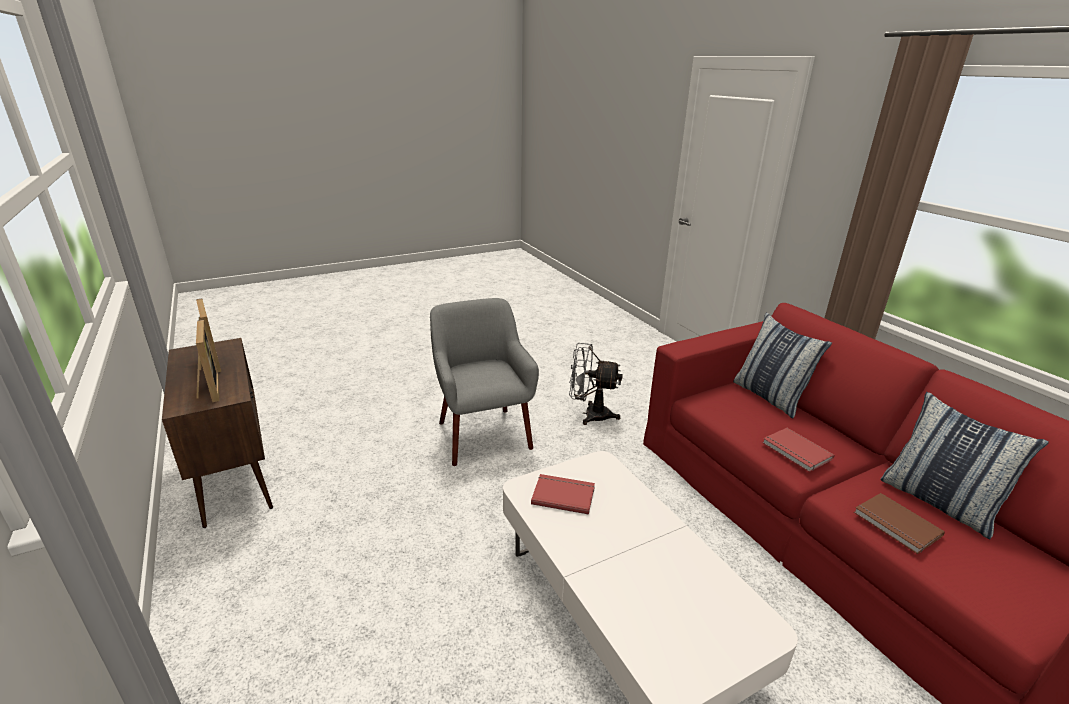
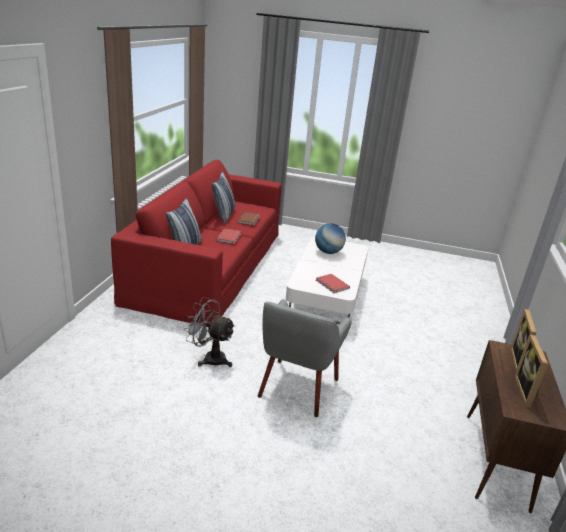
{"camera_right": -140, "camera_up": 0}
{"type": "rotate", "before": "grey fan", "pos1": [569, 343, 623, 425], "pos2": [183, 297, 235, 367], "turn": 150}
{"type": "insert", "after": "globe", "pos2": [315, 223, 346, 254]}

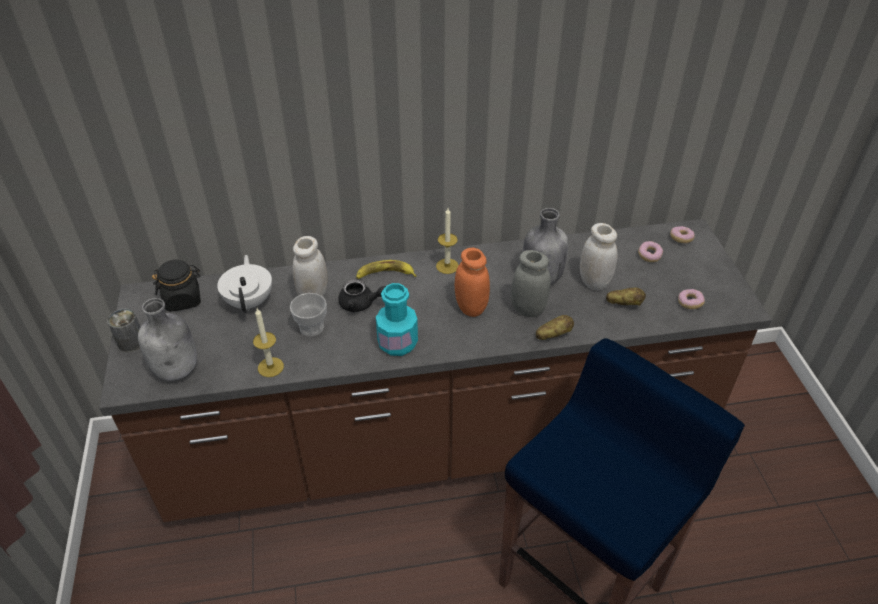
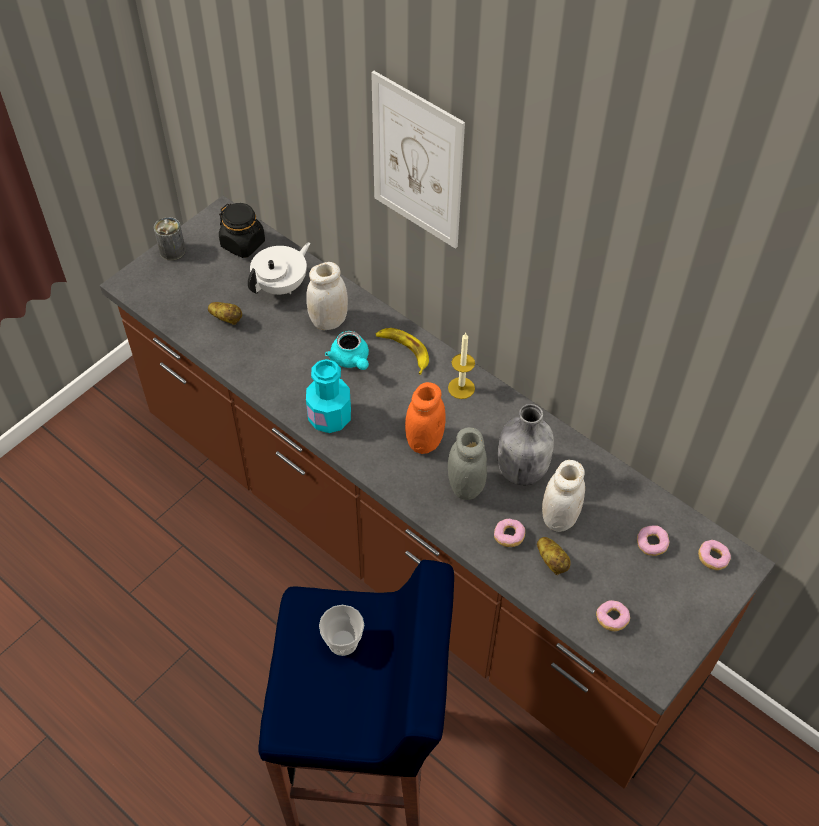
{"camera_right": 50, "camera_up": 10}
{"type": "move", "before": "potato", "pos1": [536, 315, 574, 340], "pos2": [208, 302, 242, 325]}
{"type": "move", "before": "cup", "pos1": [290, 293, 327, 336], "pos2": [319, 605, 365, 656]}
{"type": "recolor", "before": "black teapot", "after": "turquoise teapot", "pos1": [338, 279, 386, 312], "pos2": [325, 331, 369, 370]}
{"type": "insert", "after": "picture", "pos2": [371, 71, 465, 249]}
{"type": "insert", "after": "donut", "pos2": [494, 519, 525, 547]}
{"type": "delete", "before": "grey bottle", "pos1": [138, 298, 197, 381]}
{"type": "delete", "before": "candle", "pos1": [253, 308, 284, 377]}

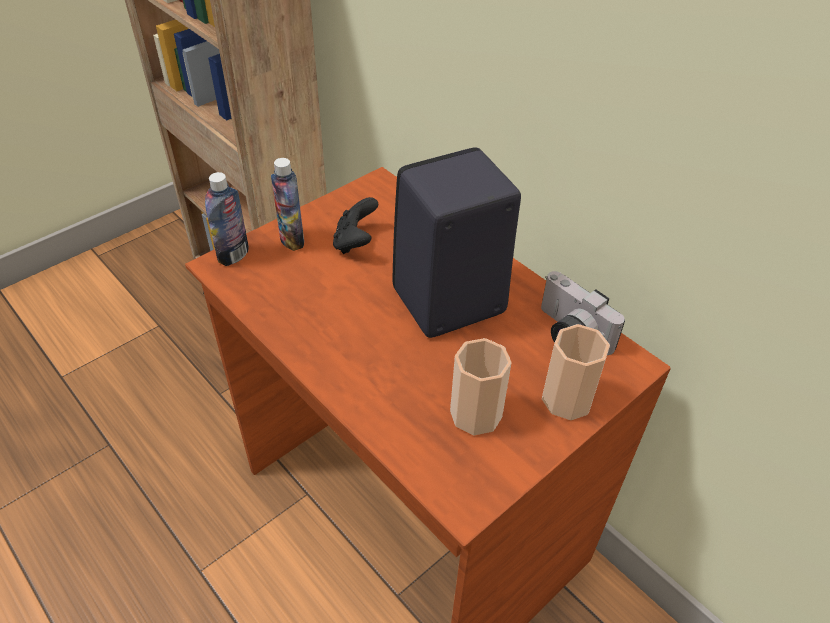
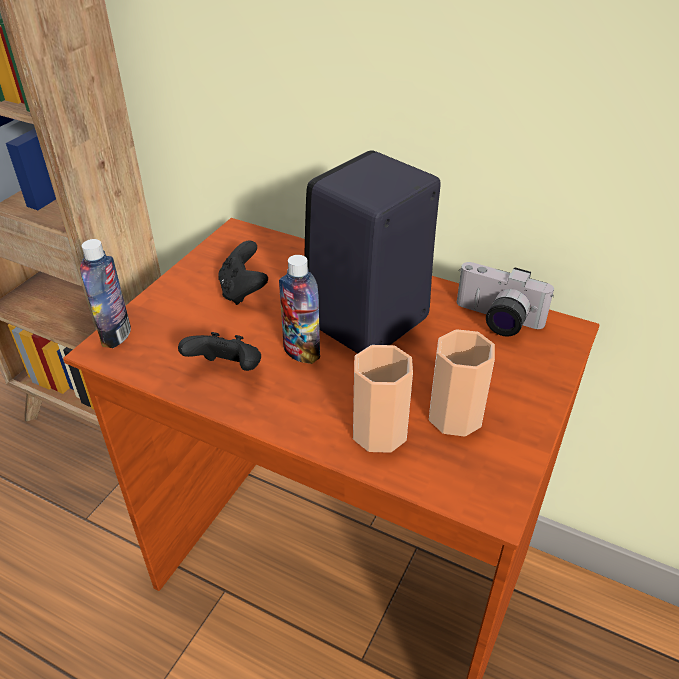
{"camera_right": -20, "camera_up": -5}
{"type": "insert", "after": "black game controller", "pos2": [178, 332, 261, 371]}
{"type": "move", "before": "bottle", "pos1": [271, 158, 304, 251], "pos2": [279, 255, 320, 364]}
{"type": "move", "before": "cup", "pos1": [542, 324, 610, 420], "pos2": [353, 345, 413, 453]}

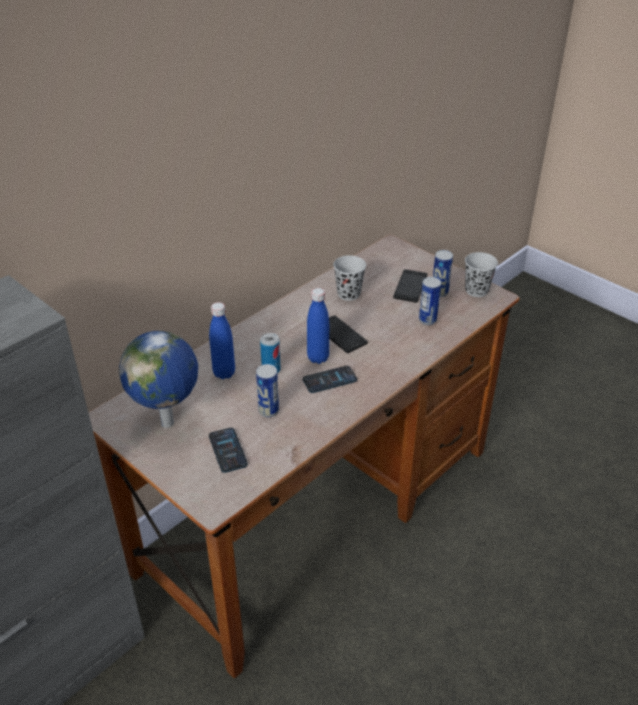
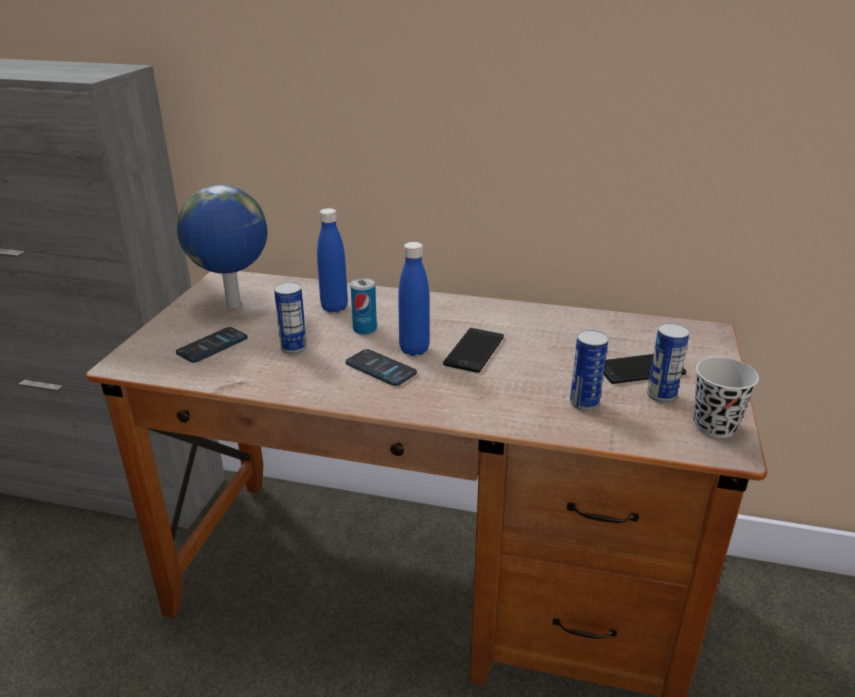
{"camera_right": 60, "camera_up": -10}
{"type": "delete", "before": "black cup", "pos1": [333, 255, 366, 301]}

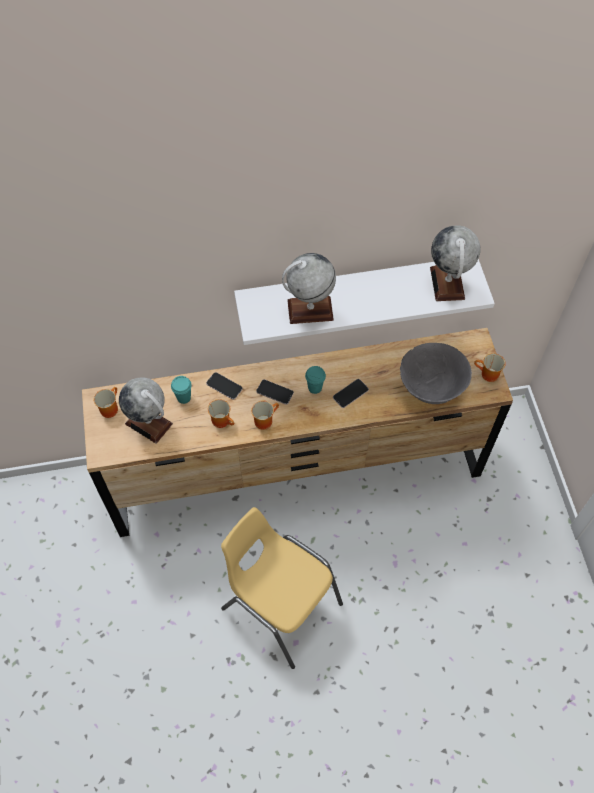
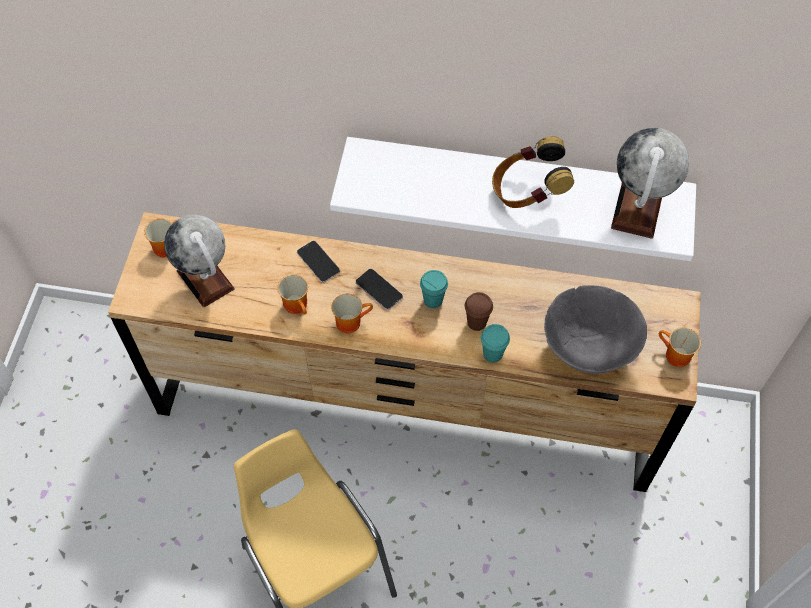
{"camera_right": 20, "camera_up": 0}
{"type": "replace", "before": "phone", "after": "brown cup", "pos1": [333, 379, 369, 408], "pos2": [465, 292, 493, 331]}
{"type": "move", "before": "turquoise cup", "pos1": [171, 376, 192, 404], "pos2": [481, 324, 510, 363]}
{"type": "insert", "after": "headphones", "pos2": [492, 136, 574, 208]}
{"type": "delete", "before": "globe", "pos1": [282, 253, 336, 324]}

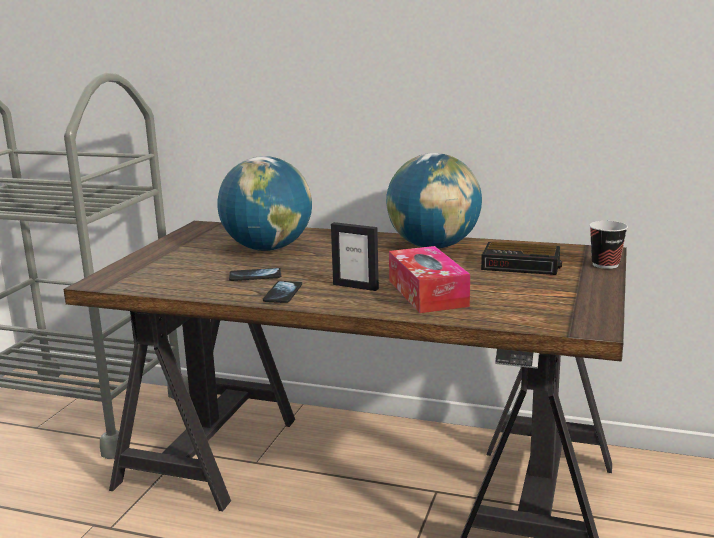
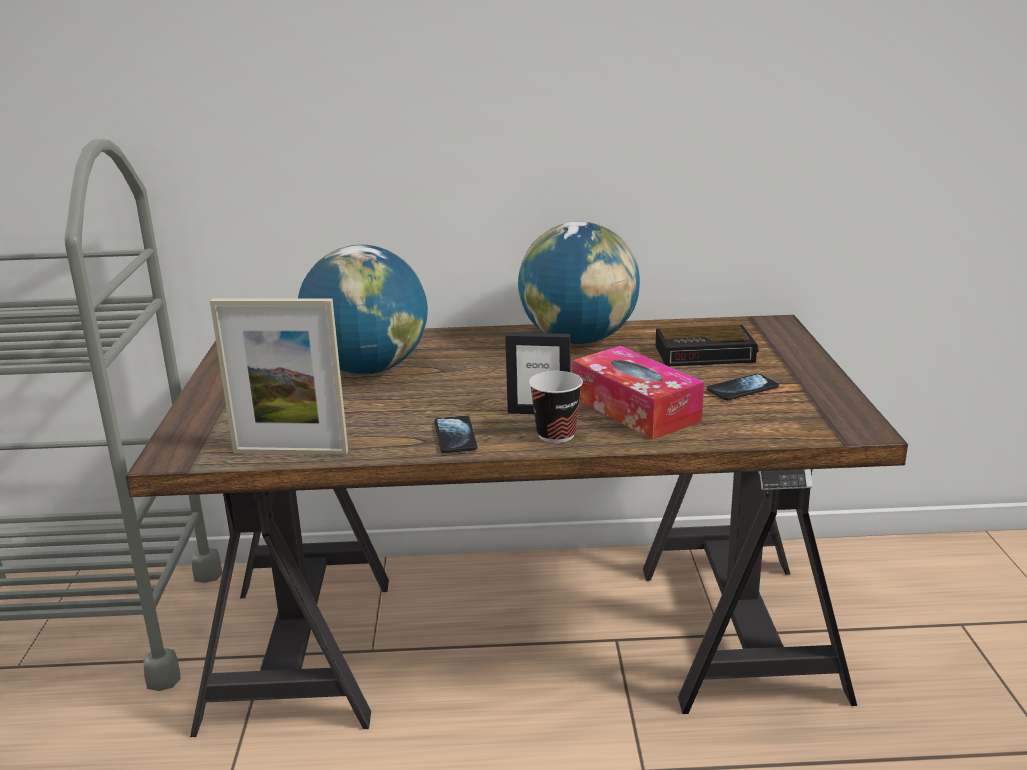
{"camera_right": -20, "camera_up": 5}
{"type": "insert", "after": "picture frame", "pos2": [210, 298, 348, 455]}
{"type": "move", "before": "cup", "pos1": [589, 221, 628, 269], "pos2": [529, 371, 583, 443]}
{"type": "move", "before": "phone", "pos1": [229, 268, 281, 281], "pos2": [707, 374, 779, 400]}

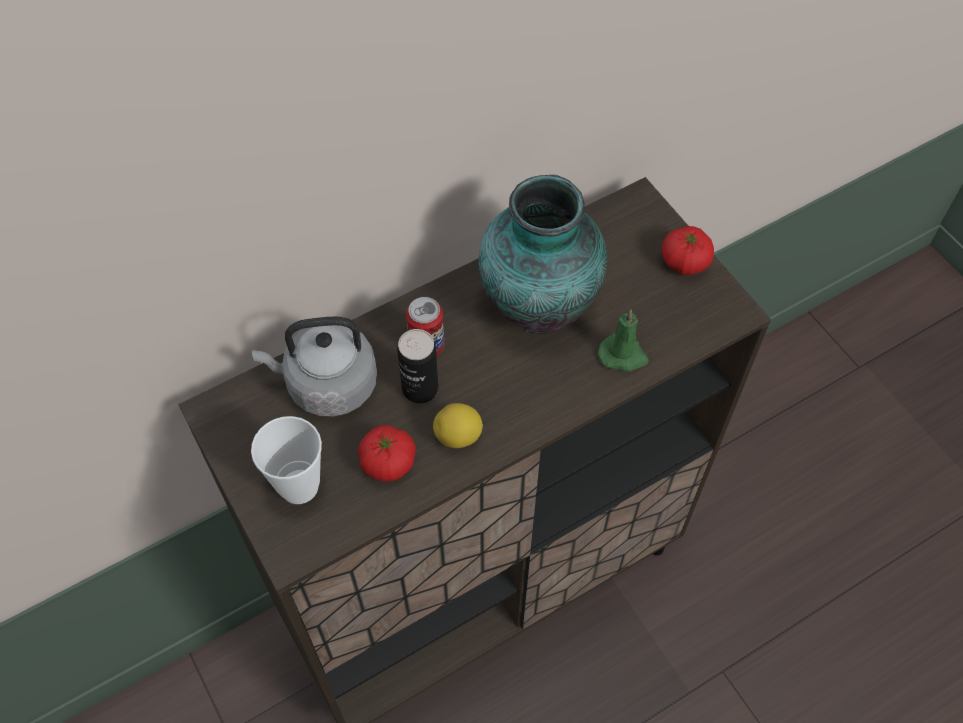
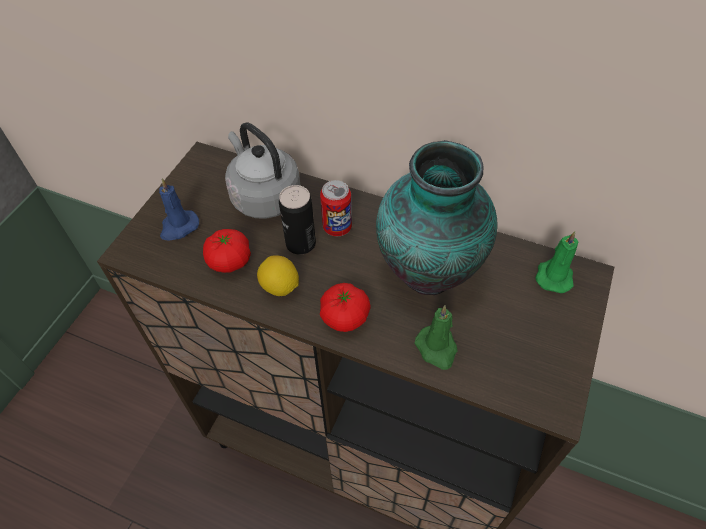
{"camera_right": 55, "camera_up": -5}
{"type": "replace", "before": "cup", "after": "blue candle", "pos1": [251, 416, 322, 504], "pos2": [159, 179, 199, 240]}
{"type": "move", "before": "tomato", "pos1": [662, 226, 714, 275], "pos2": [320, 283, 371, 332]}
{"type": "insert", "after": "green candle", "pos2": [535, 231, 578, 293]}

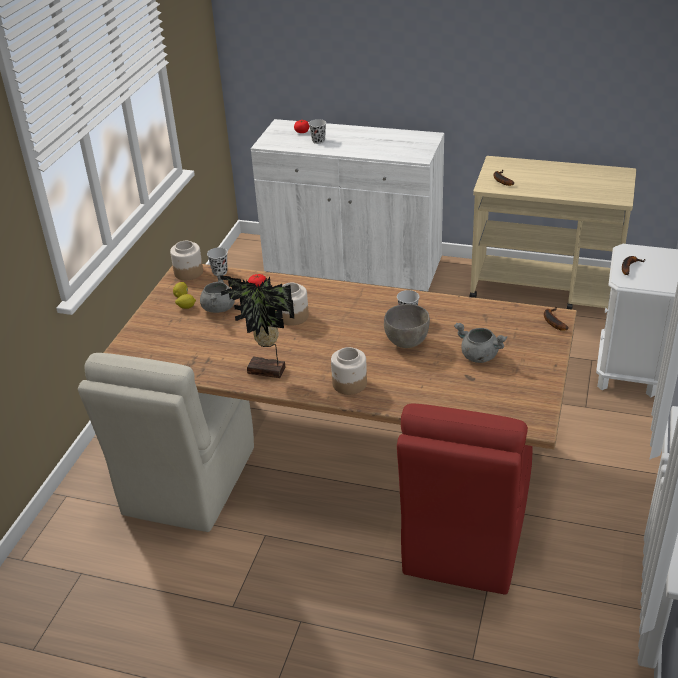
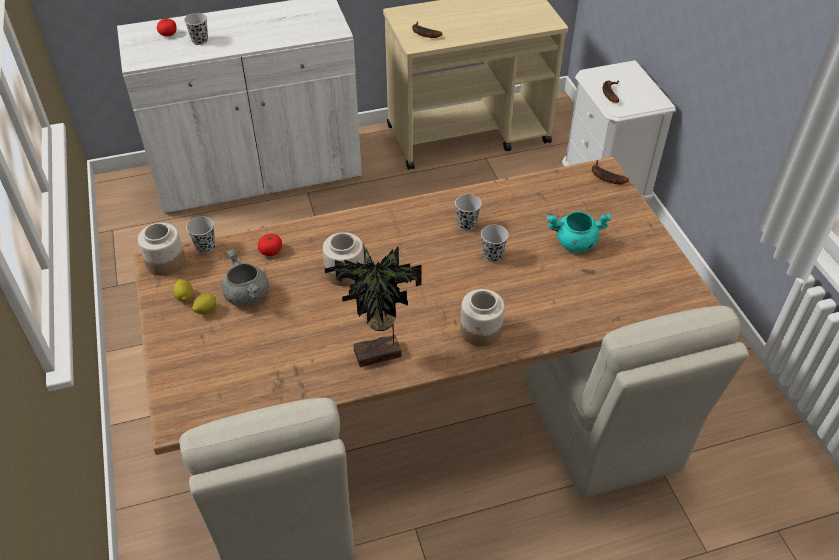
{"camera_right": -35, "camera_up": 10}
{"type": "replace", "before": "grey bowl", "after": "black cup", "pos1": [384, 304, 430, 348], "pos2": [481, 225, 509, 262]}
{"type": "recolor", "before": "red chair", "after": "beige chair", "pos1": [397, 404, 533, 595], "pos2": [526, 306, 749, 498]}
{"type": "recolor", "before": "grey cooking pot", "after": "turquoise cooking pot", "pos1": [454, 323, 507, 363], "pos2": [546, 211, 611, 252]}

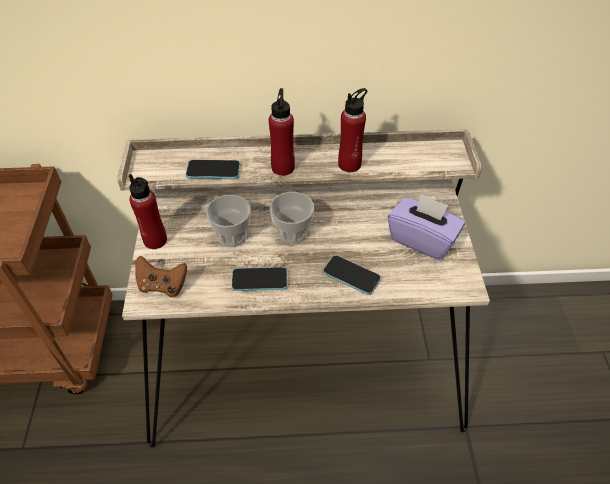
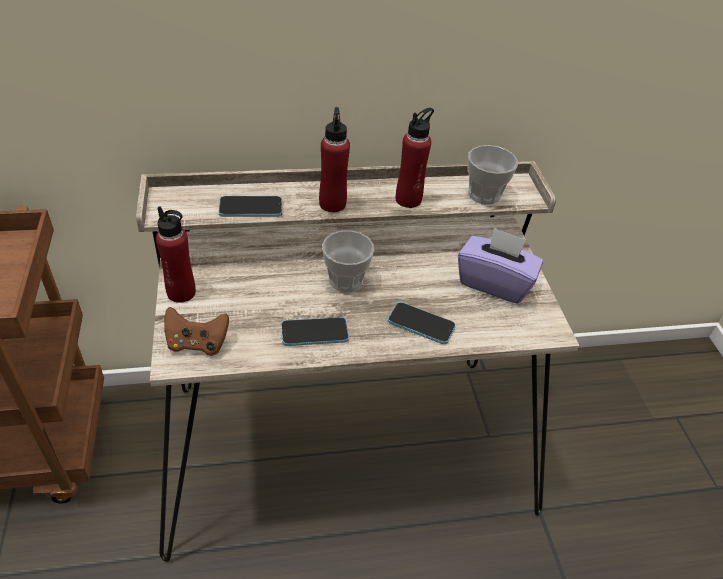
{"camera_right": -10, "camera_up": -5}
{"type": "move", "before": "cup", "pos1": [206, 195, 251, 247], "pos2": [467, 145, 518, 205]}

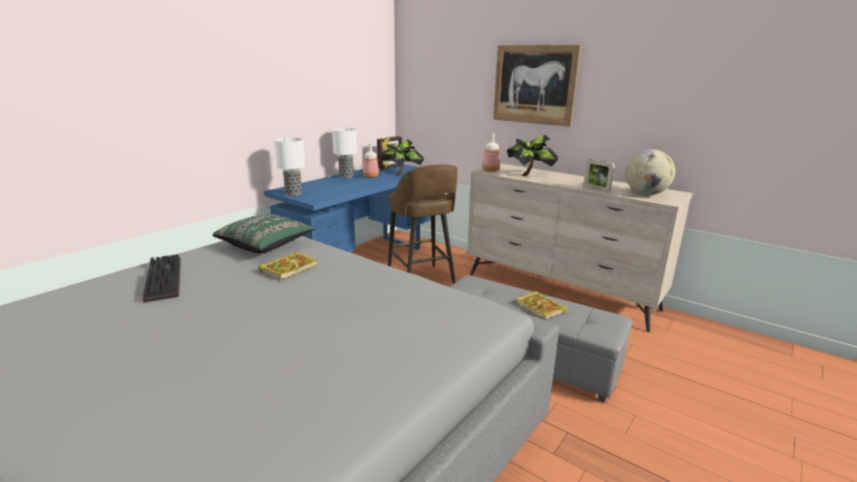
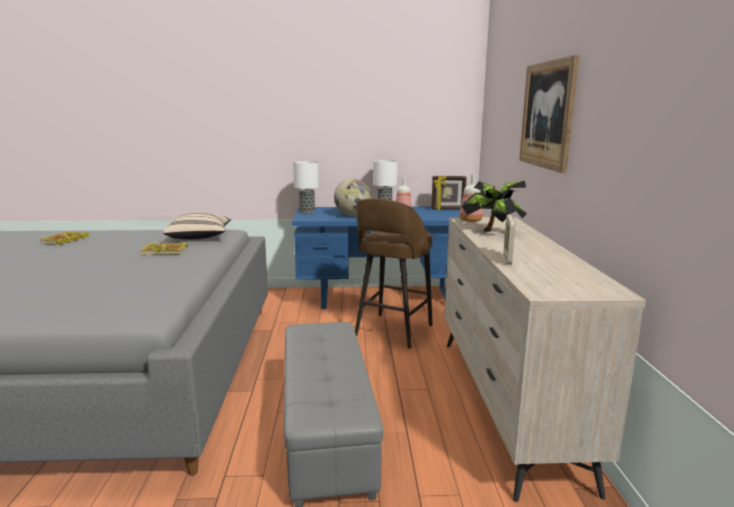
{"camera_right": 50, "camera_up": -5}
{"type": "move", "before": "book", "pos1": [516, 291, 567, 319], "pos2": [39, 231, 89, 245]}
{"type": "recolor", "before": "green pillow", "after": "beige pillow", "pos1": [212, 214, 316, 253], "pos2": [163, 212, 232, 239]}
{"type": "move", "before": "globe", "pos1": [625, 149, 675, 195], "pos2": [334, 179, 371, 216]}
{"type": "delete", "before": "keyboard", "pos1": [143, 254, 181, 303]}
{"type": "delete", "before": "potted plant", "pos1": [381, 139, 424, 175]}

